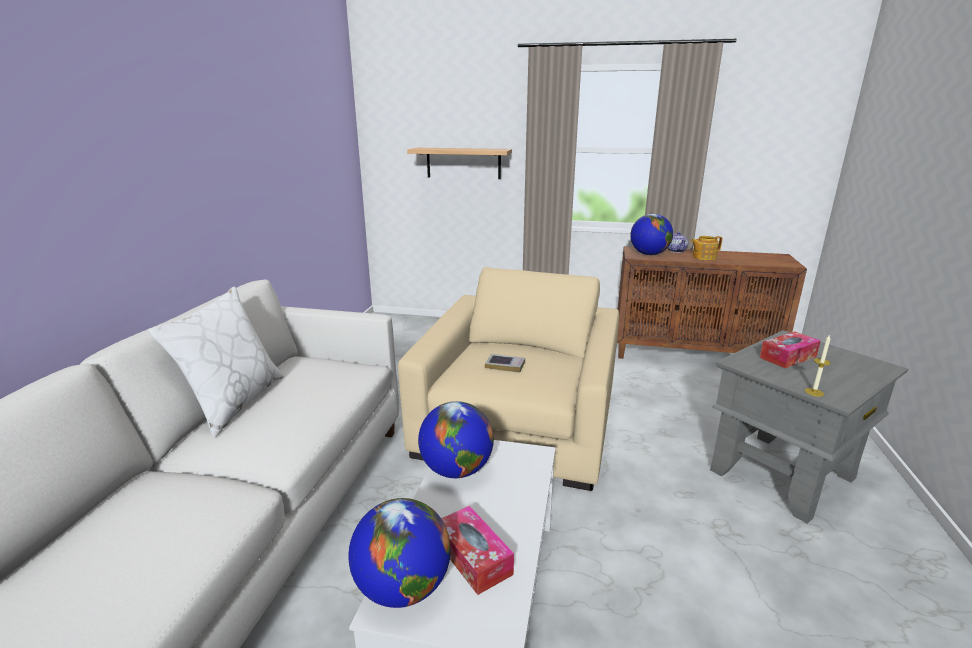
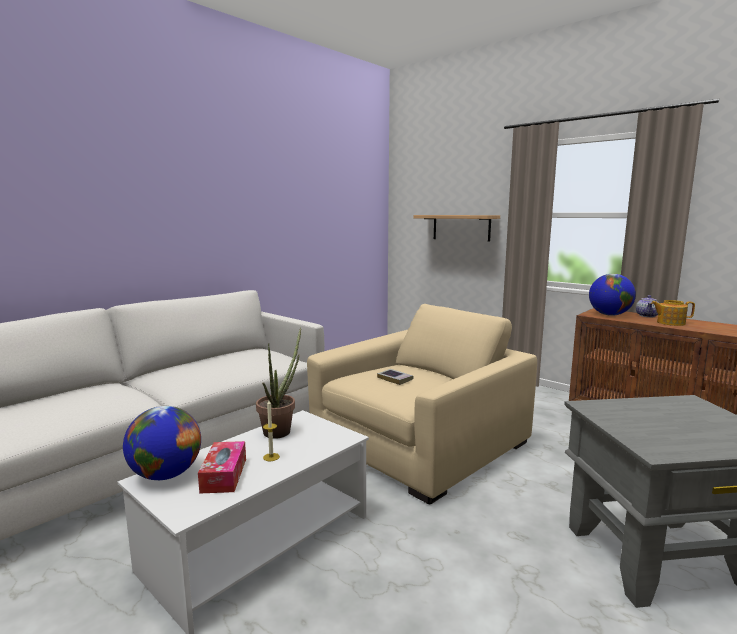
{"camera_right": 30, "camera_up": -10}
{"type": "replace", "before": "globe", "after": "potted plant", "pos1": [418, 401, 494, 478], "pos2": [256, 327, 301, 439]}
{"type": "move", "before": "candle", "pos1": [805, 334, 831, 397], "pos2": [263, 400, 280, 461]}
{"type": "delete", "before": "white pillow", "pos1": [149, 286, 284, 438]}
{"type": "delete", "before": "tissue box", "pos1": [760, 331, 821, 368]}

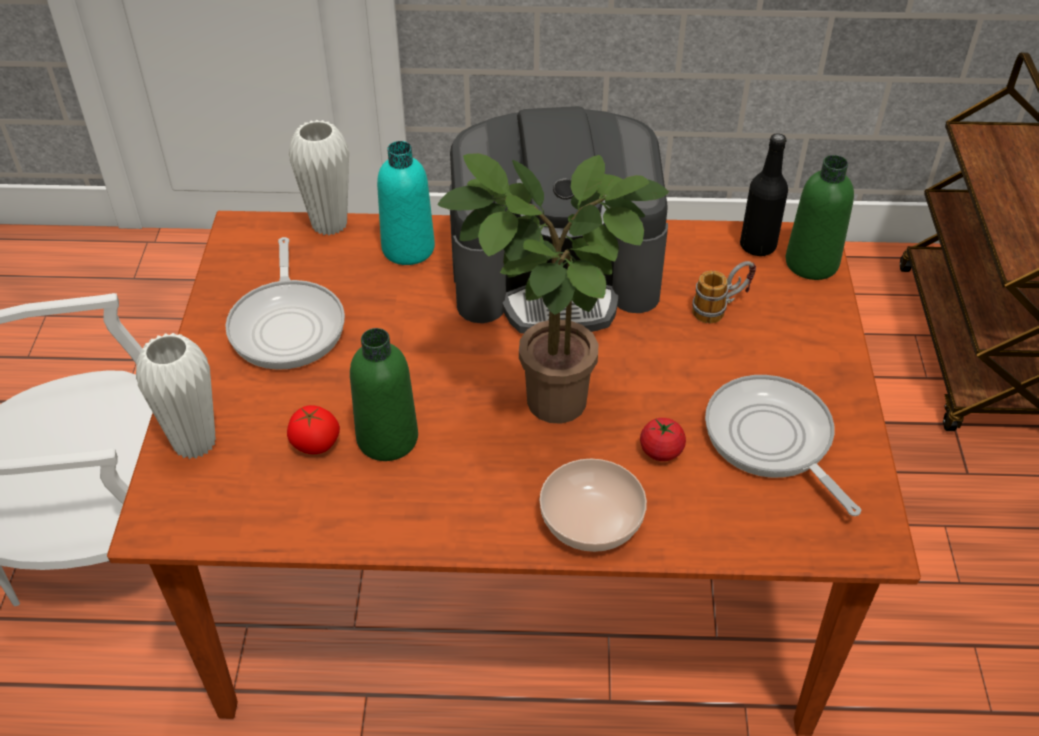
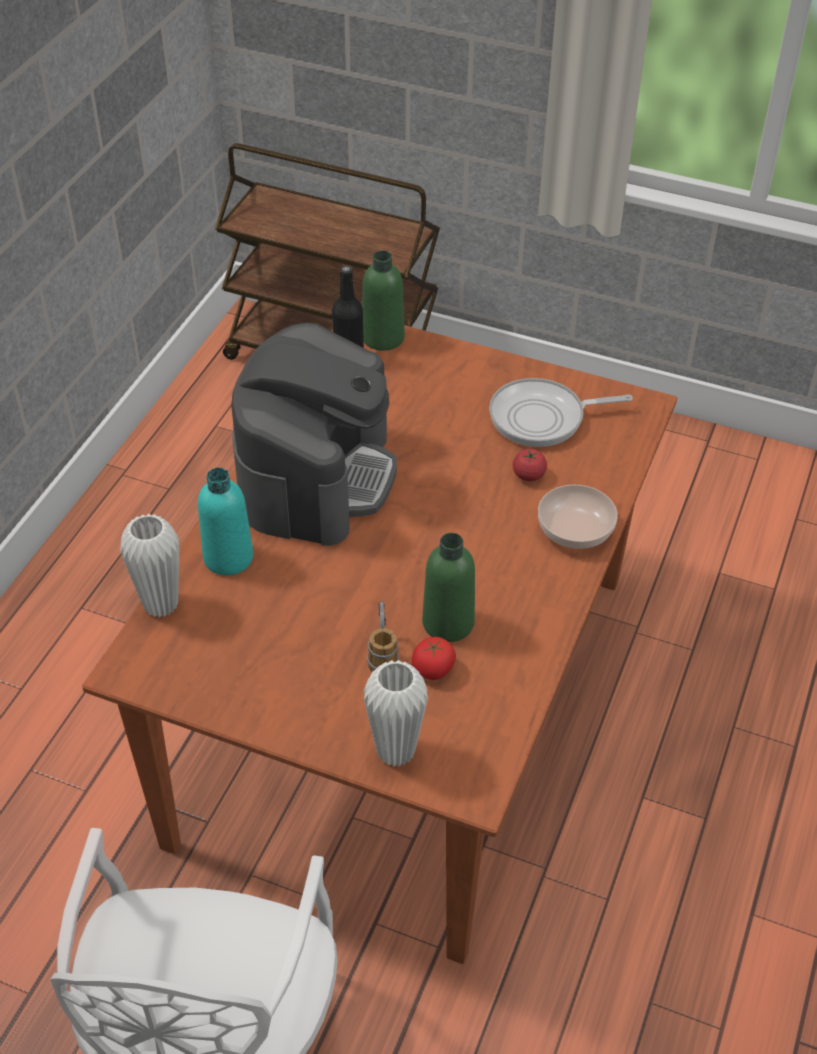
{"camera_right": -70, "camera_up": 0}
{"type": "move", "before": "mug", "pos1": [692, 261, 756, 323], "pos2": [367, 601, 399, 672]}
{"type": "delete", "before": "frying pan", "pos1": [225, 237, 345, 370]}
{"type": "delete", "before": "potted plant", "pos1": [437, 153, 669, 424]}

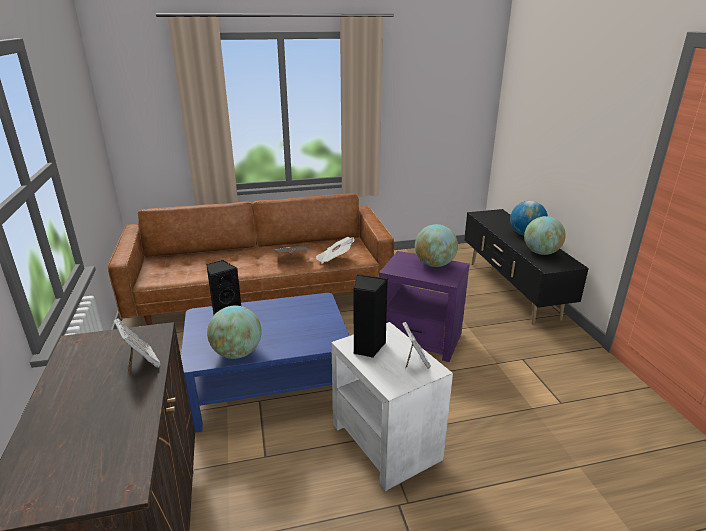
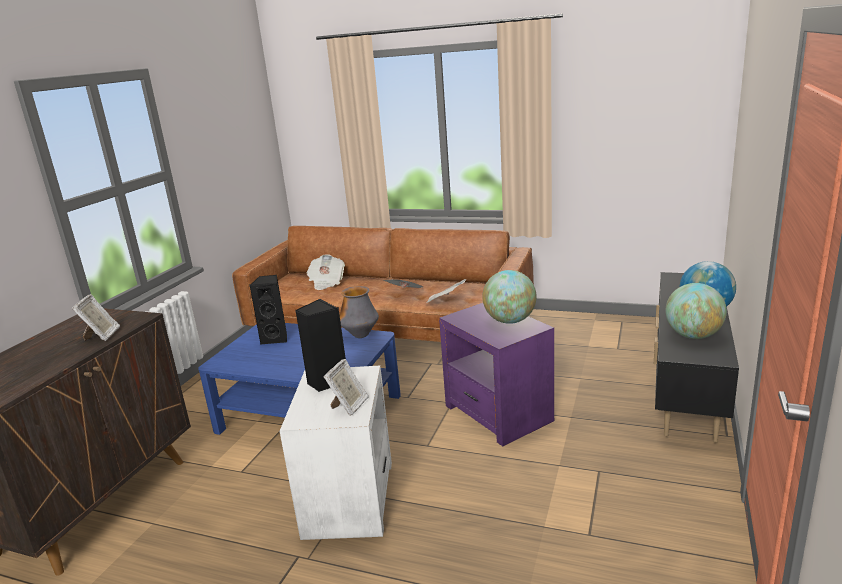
{"camera_right": 35, "camera_up": -5}
{"type": "insert", "after": "newspaper", "pos2": [306, 254, 345, 290]}
{"type": "insert", "after": "vase", "pos2": [339, 286, 379, 338]}
{"type": "delete", "before": "globe", "pos1": [207, 306, 262, 359]}

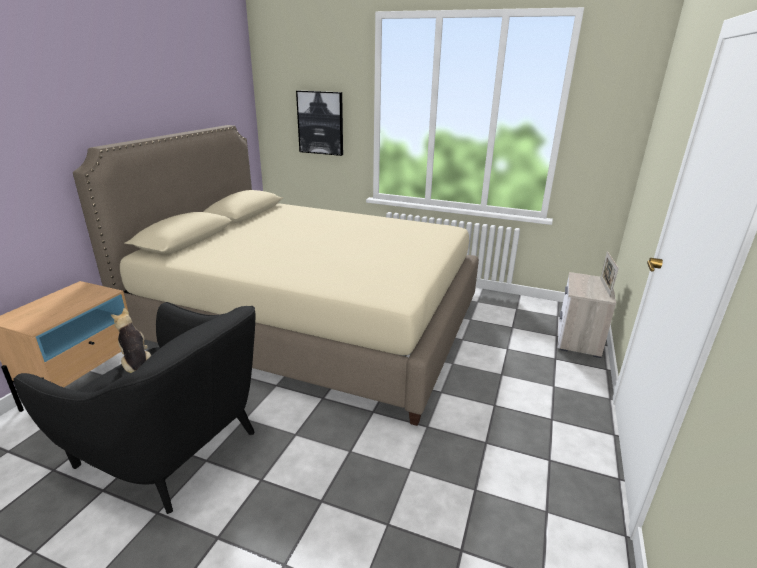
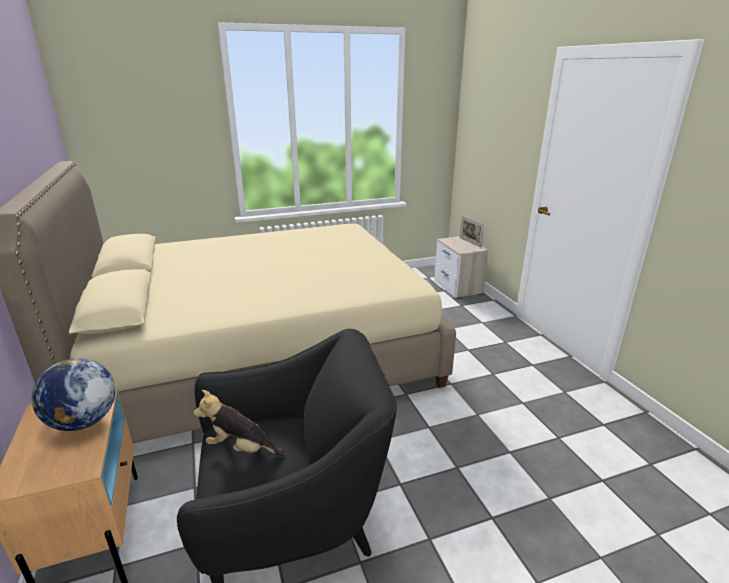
{"camera_right": -40, "camera_up": 0}
{"type": "insert", "after": "globe", "pos2": [31, 358, 116, 431]}
{"type": "delete", "before": "picture", "pos1": [296, 90, 343, 156]}

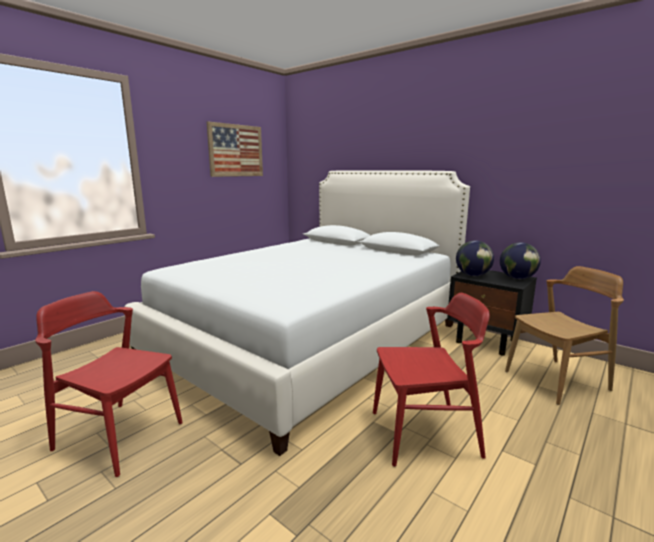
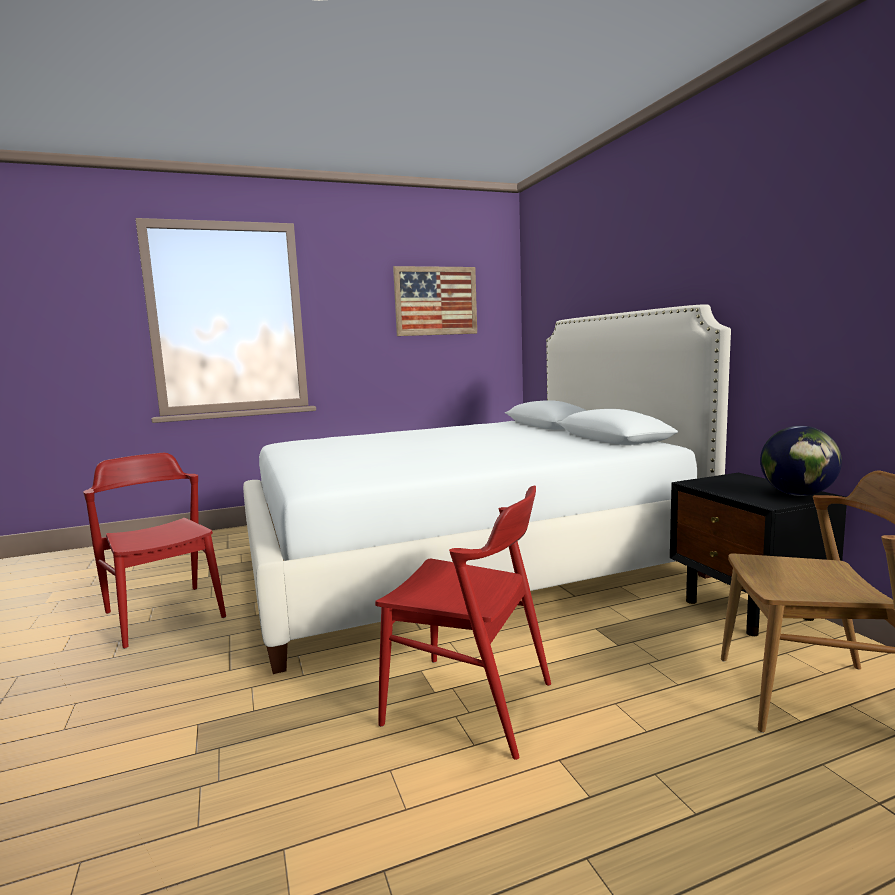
{"camera_right": 30, "camera_up": -5}
{"type": "delete", "before": "globe", "pos1": [456, 240, 494, 276]}

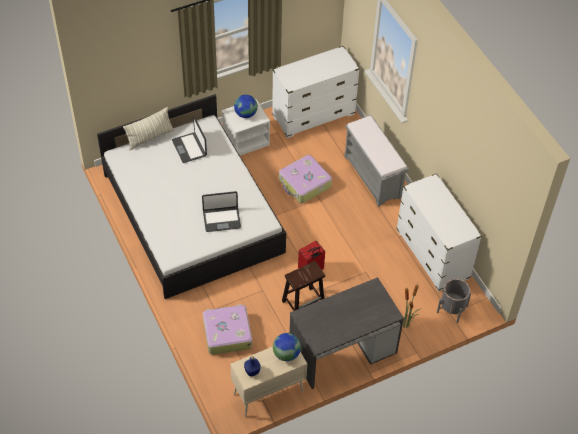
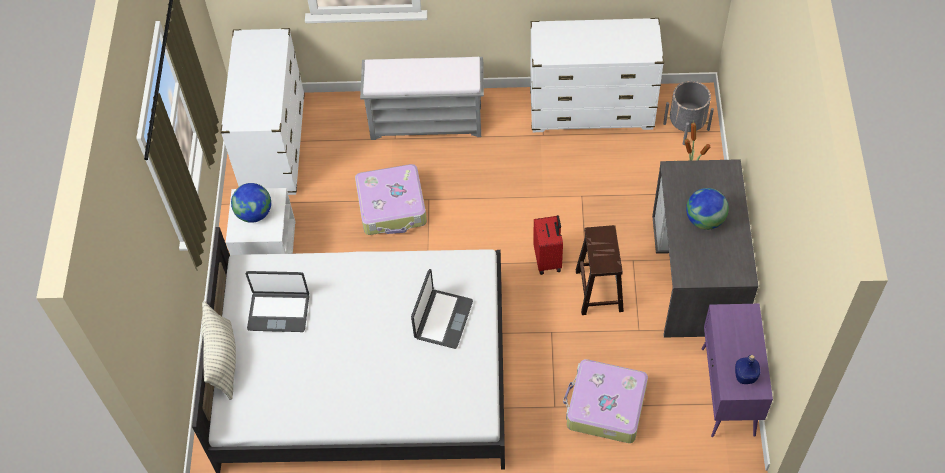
{"camera_right": -60, "camera_up": 5}
{"type": "move", "before": "globe", "pos1": [273, 333, 301, 361], "pos2": [686, 188, 729, 230]}
{"type": "recolor", "before": "beige cabinet", "after": "purple cabinet", "pos1": [231, 347, 307, 417], "pos2": [702, 304, 773, 437]}

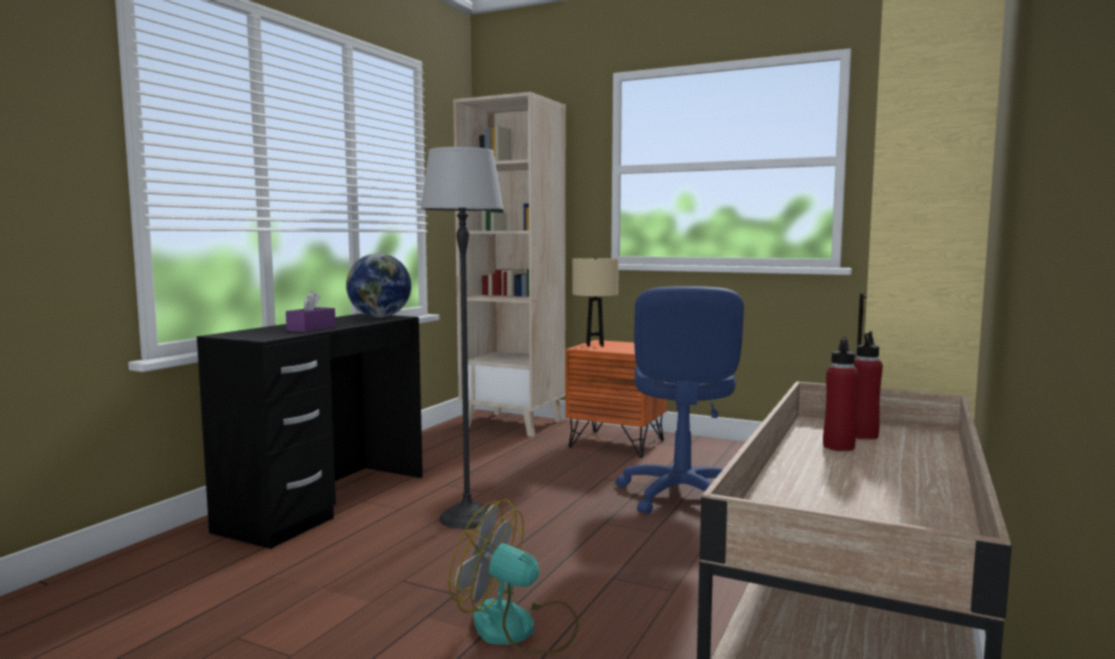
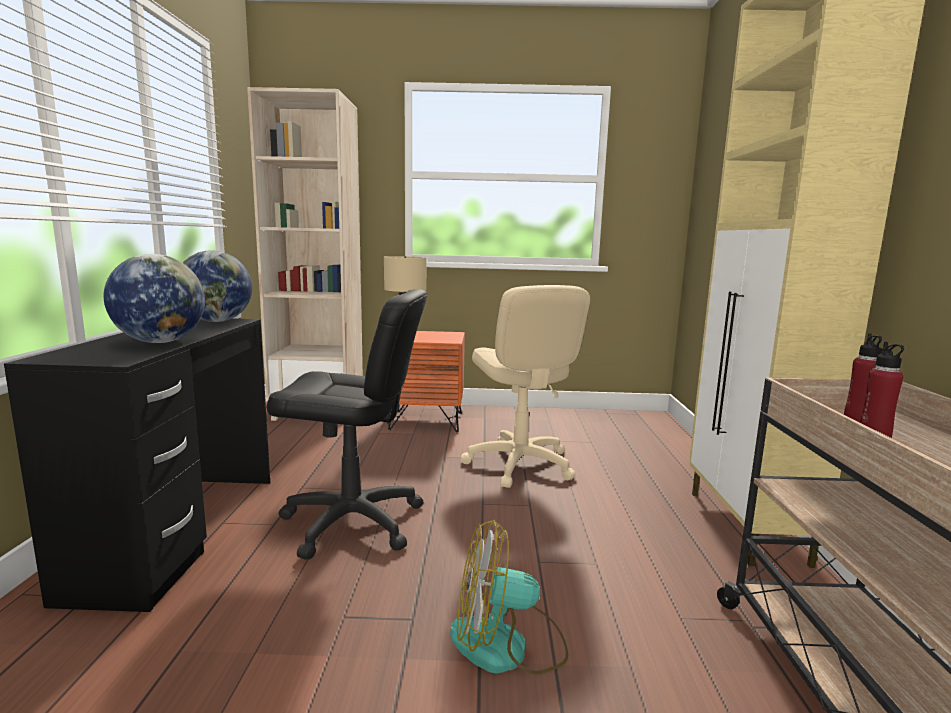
{"camera_right": -25, "camera_up": 5}
{"type": "replace", "before": "purple tissue box", "after": "globe", "pos1": [286, 291, 336, 332], "pos2": [104, 254, 205, 343]}
{"type": "replace", "before": "floor lamp", "after": "black office chair", "pos1": [421, 147, 503, 529], "pos2": [267, 289, 427, 560]}
{"type": "recolor", "before": "blue office chair", "after": "beige office chair", "pos1": [616, 286, 744, 514], "pos2": [461, 285, 590, 488]}

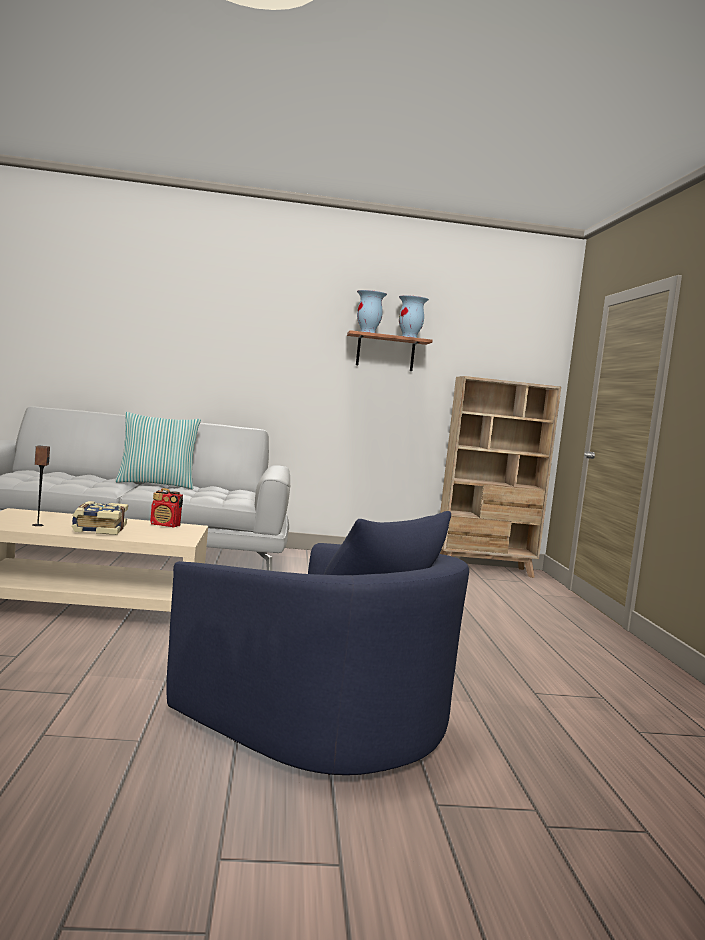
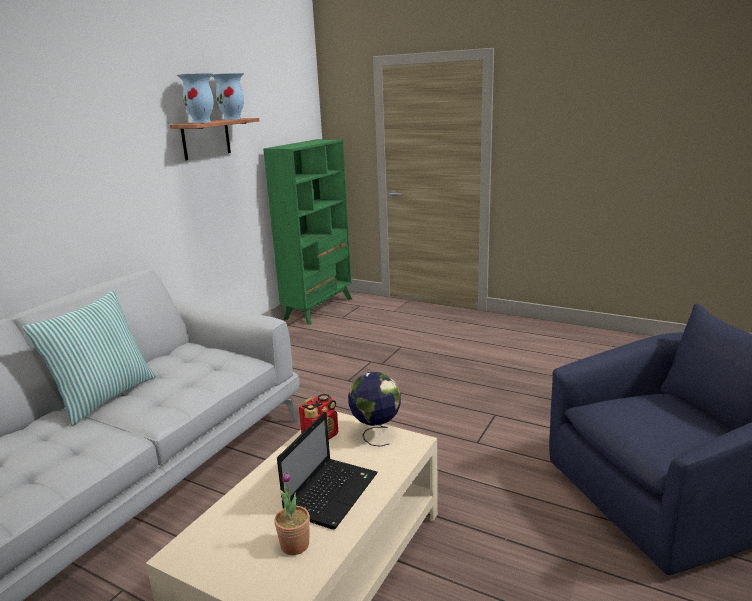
{"camera_right": -55, "camera_up": 15}
{"type": "recolor", "before": "beige bookcase", "after": "green bookcase", "pos1": [440, 376, 561, 578], "pos2": [263, 139, 352, 325]}
{"type": "replace", "before": "speaker", "after": "potted plant", "pos1": [32, 446, 50, 526], "pos2": [274, 471, 310, 555]}
{"type": "replace", "before": "book", "after": "laptop", "pos1": [72, 501, 128, 535], "pos2": [277, 412, 378, 529]}
{"type": "insert", "after": "globe", "pos2": [348, 372, 401, 447]}

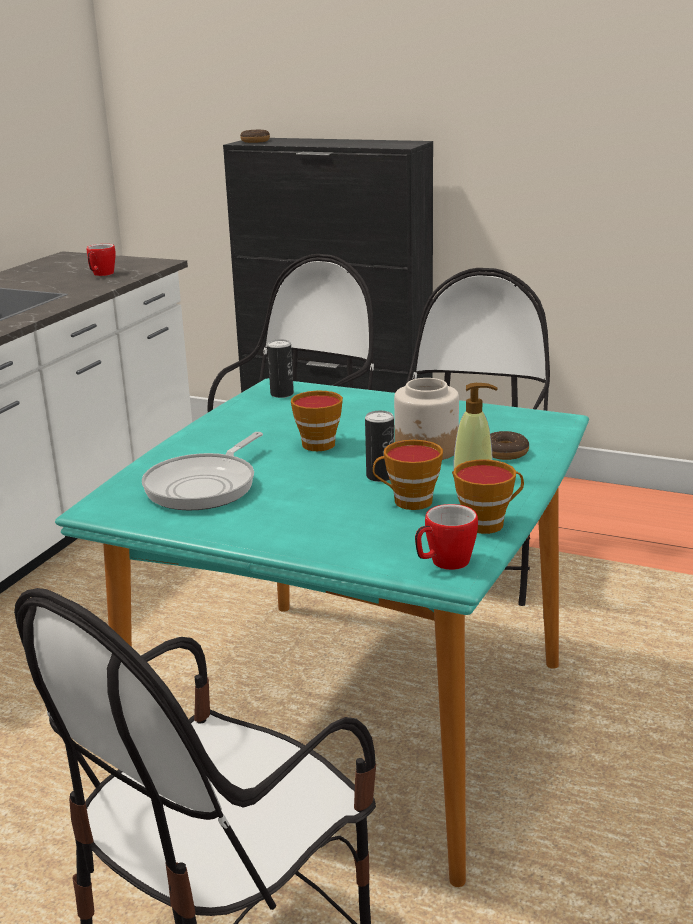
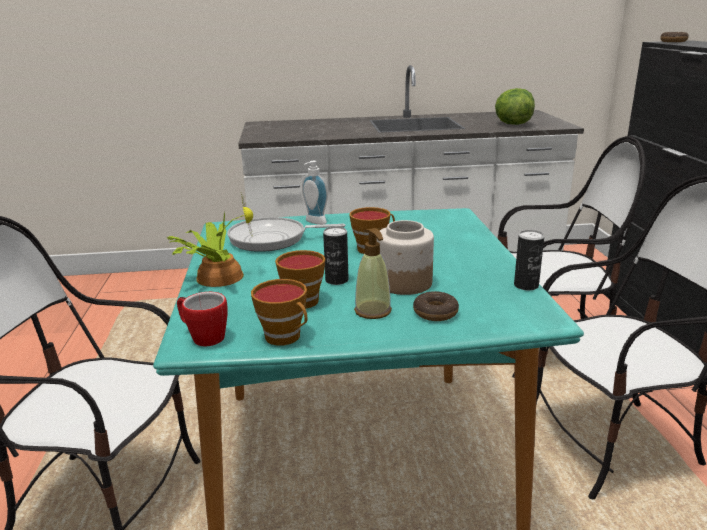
{"camera_right": 60, "camera_up": 0}
{"type": "insert", "after": "potted plant", "pos2": [167, 194, 253, 287]}
{"type": "insert", "after": "soap dispenser", "pos2": [302, 161, 328, 224]}
{"type": "replace", "before": "mug", "after": "lettuce", "pos1": [87, 244, 115, 276], "pos2": [495, 88, 535, 125]}
{"type": "move", "before": "can", "pos1": [267, 339, 294, 398], "pos2": [514, 230, 544, 290]}

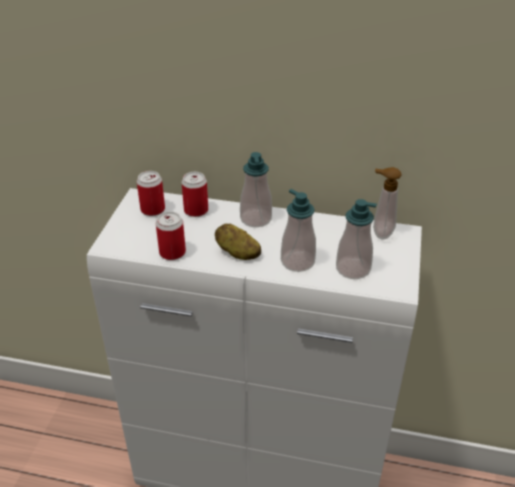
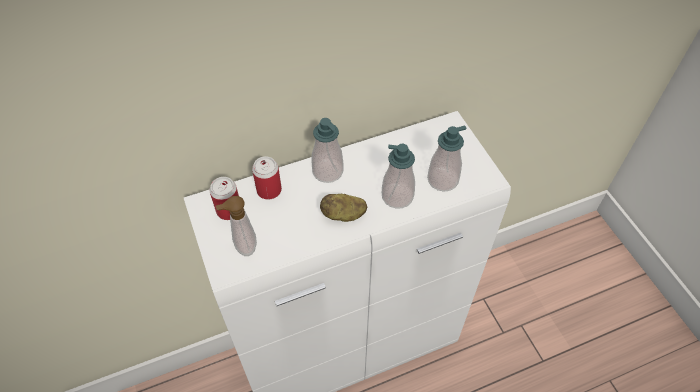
{"camera_right": -35, "camera_up": 15}
{"type": "move", "before": "soap dispenser", "pos1": [373, 167, 401, 239], "pos2": [216, 196, 257, 256]}
{"type": "delete", "before": "can", "pos1": [156, 212, 186, 260]}

